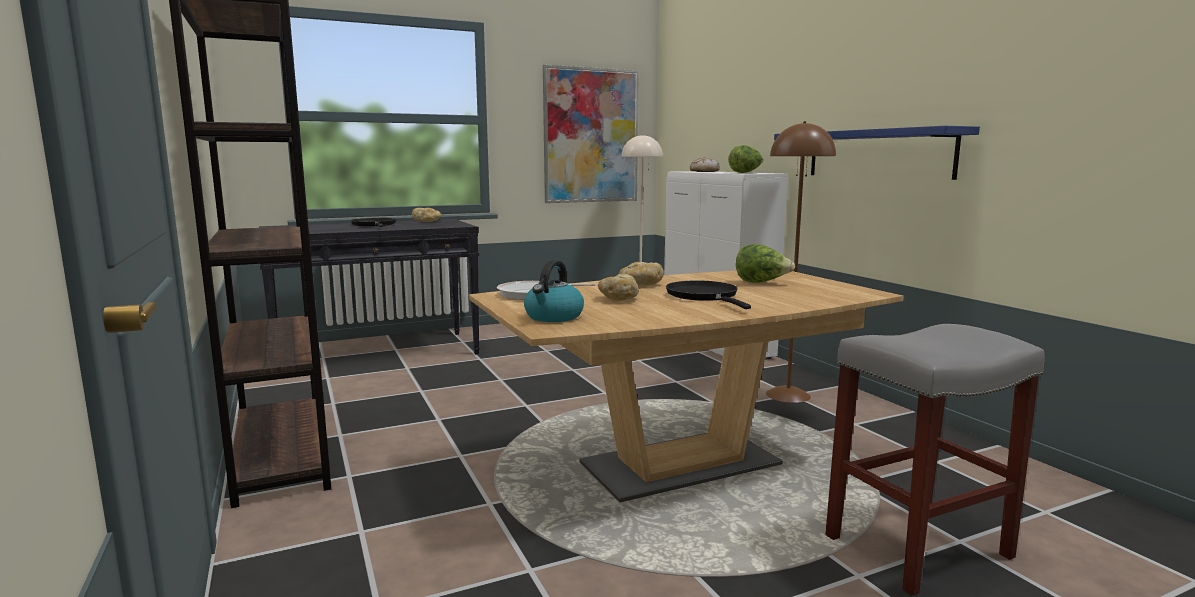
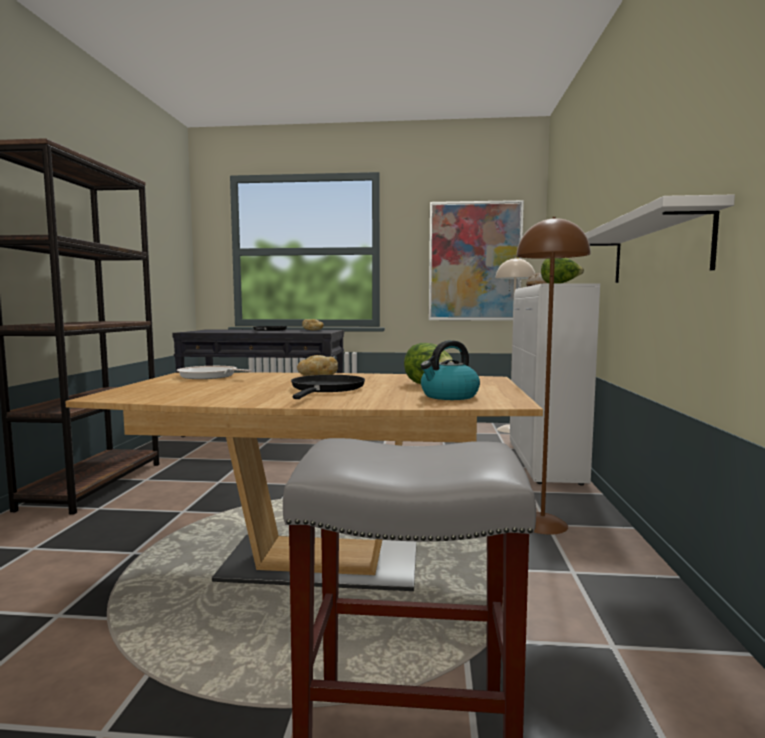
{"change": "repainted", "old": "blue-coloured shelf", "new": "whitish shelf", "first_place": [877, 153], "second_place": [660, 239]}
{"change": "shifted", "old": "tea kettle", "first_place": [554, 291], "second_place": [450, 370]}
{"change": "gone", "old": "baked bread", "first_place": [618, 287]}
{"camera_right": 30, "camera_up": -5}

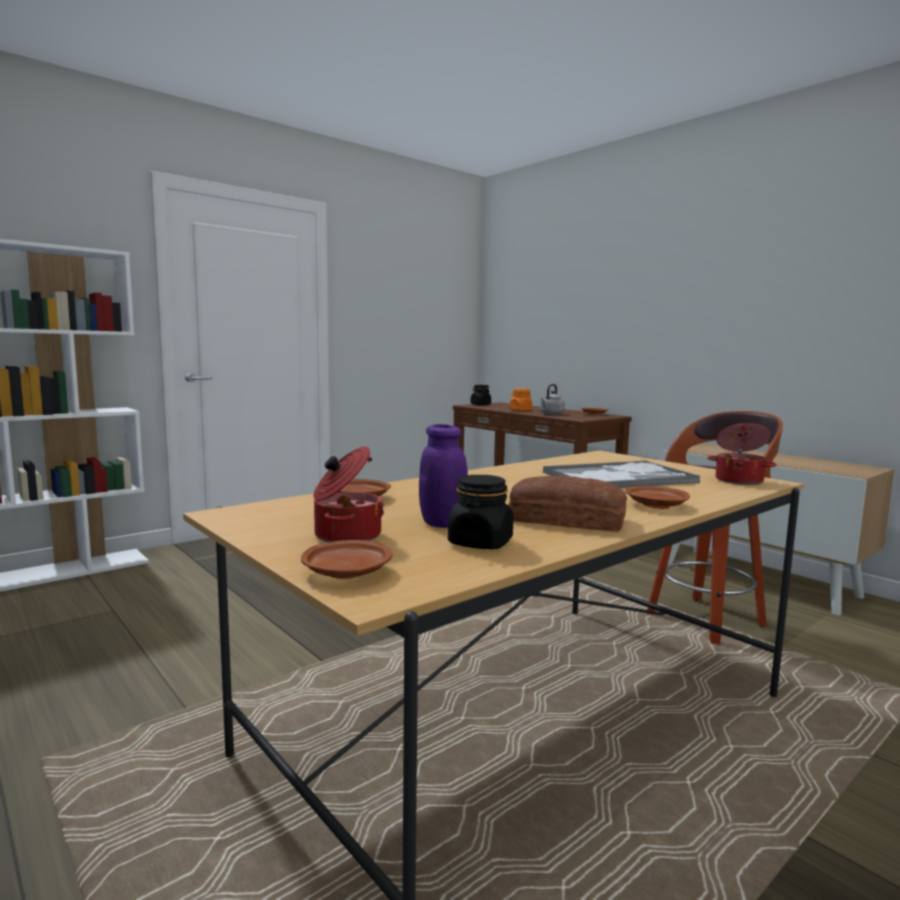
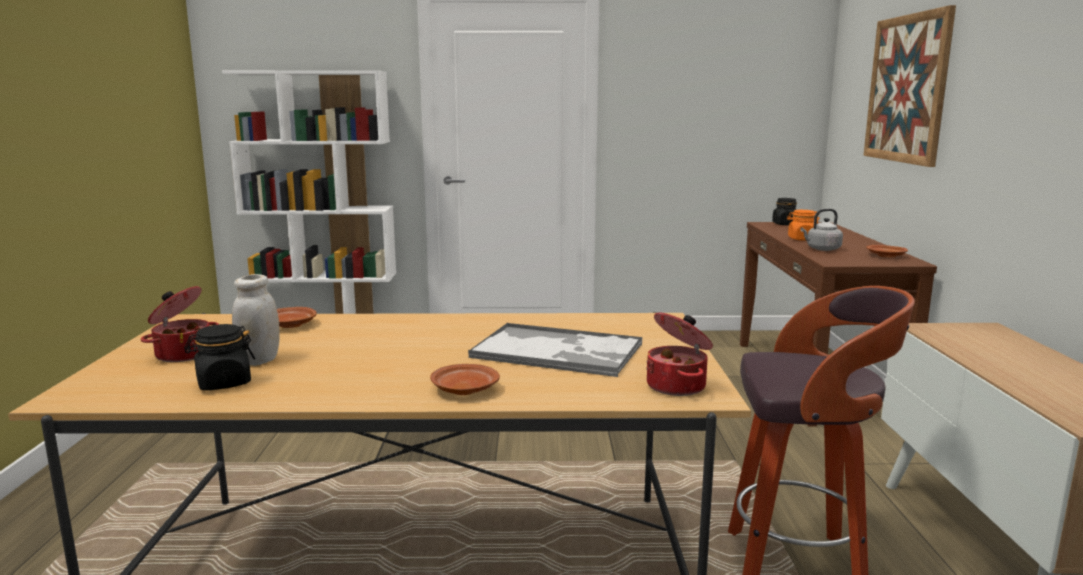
{"change": "repainted", "old": "purplish preserve jar", "new": "whitish preserve jar", "first_place": [443, 476], "second_place": [256, 320]}
{"change": "gone", "old": "baked bread", "first_place": [567, 504]}
{"change": "gone", "old": "brownish flat dish", "first_place": [347, 559]}
{"change": "new", "new": "picture", "second_place": [909, 86]}
{"camera_right": 40, "camera_up": 5}

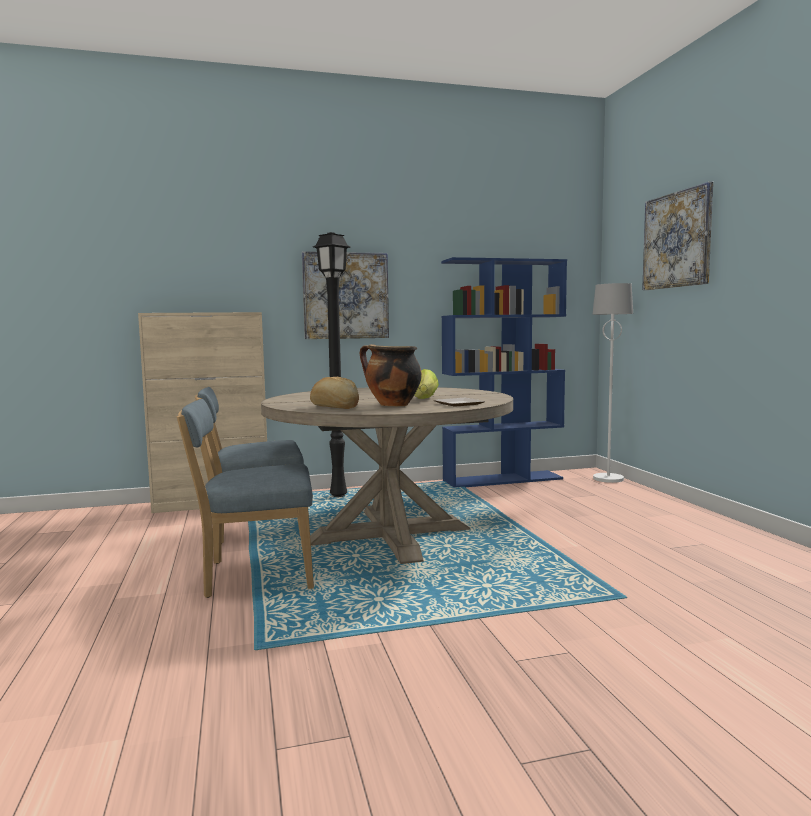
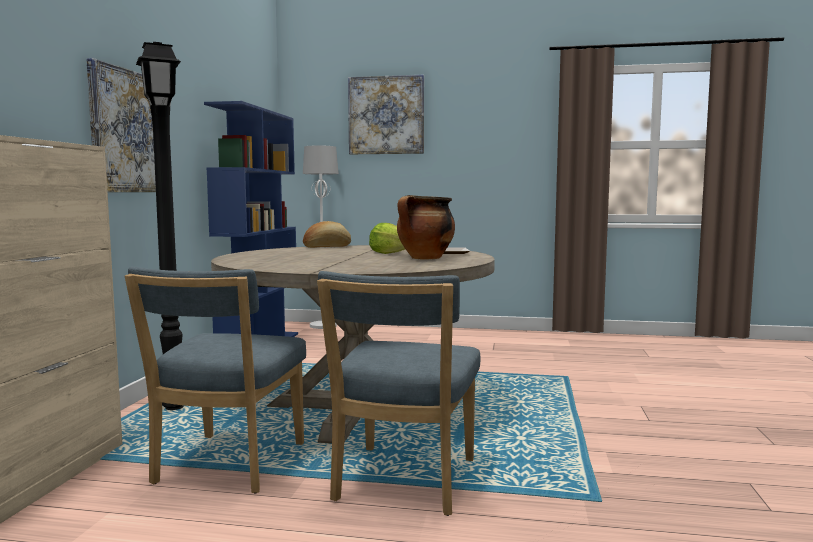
{"change": "shifted", "old": "baked bread", "first_place": [334, 393], "second_place": [327, 234]}
{"camera_right": -65, "camera_up": 0}

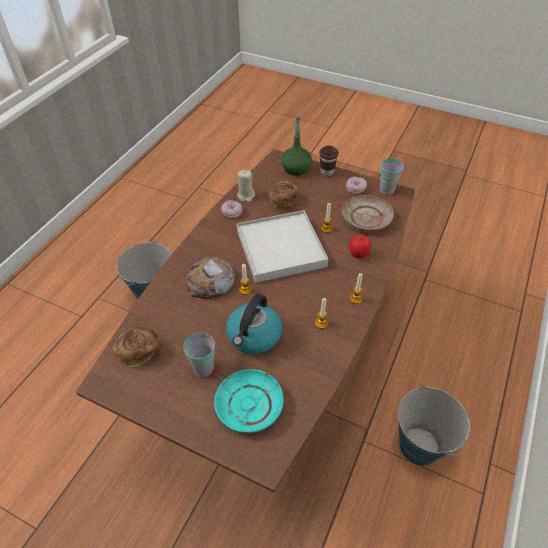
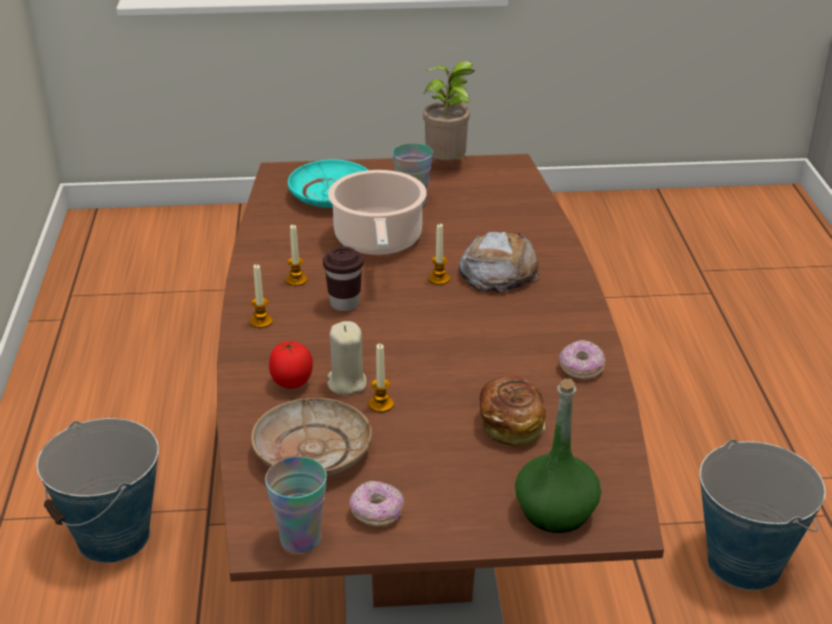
{"change": "shifted", "old": "brownish small cup", "first_place": [329, 161], "second_place": [343, 278]}
{"change": "shifted", "old": "beige candle", "first_place": [246, 186], "second_place": [347, 358]}
{"change": "gone", "old": "whitish tray", "first_place": [282, 246]}
{"change": "swapped", "old": "tea kettle", "new": "cooking pot", "first_place": [254, 324], "second_place": [377, 212]}
{"change": "gone", "old": "baked bread", "first_place": [136, 347]}
{"change": "new", "new": "houseplant", "second_place": [449, 110]}
{"camera_right": 150, "camera_up": -15}

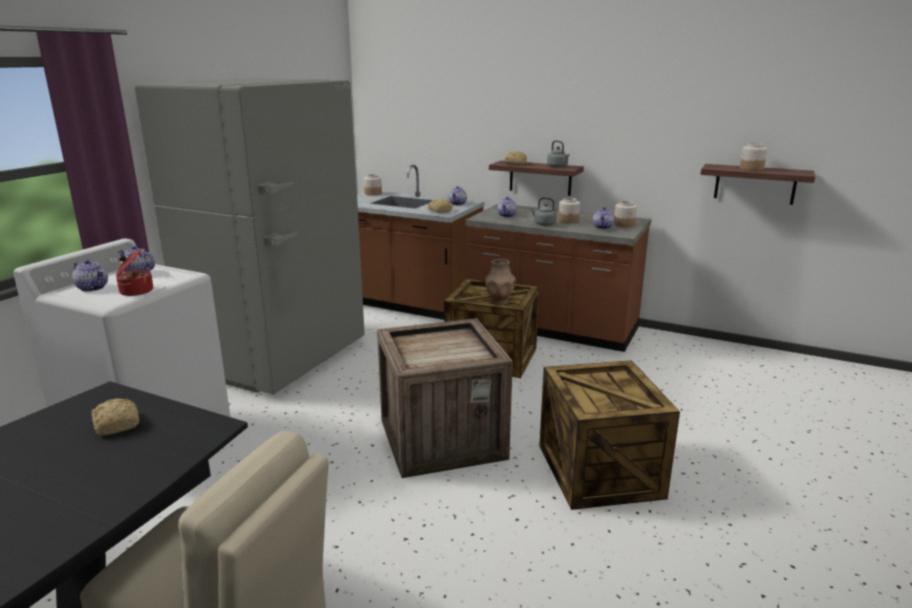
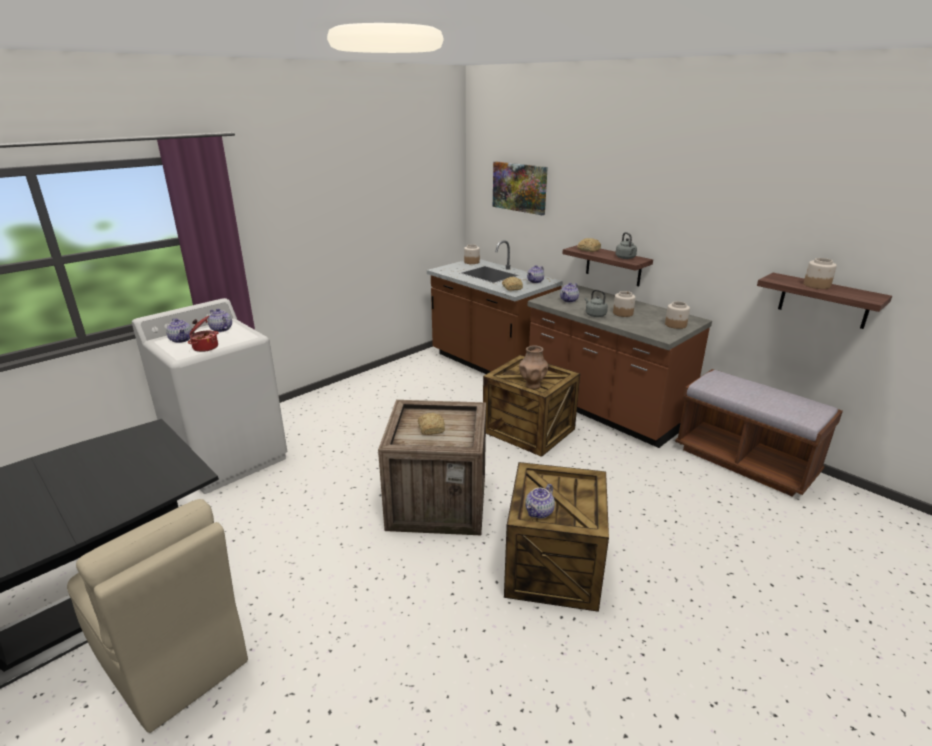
{"change": "gone", "old": "grey fridge", "first_place": [250, 236]}
{"change": "shifted", "old": "teapot", "first_place": [603, 218], "second_place": [540, 501]}
{"change": "shifted", "old": "baked bread", "first_place": [115, 417], "second_place": [431, 424]}
{"change": "new", "new": "picture", "second_place": [520, 188]}
{"change": "new", "new": "brownish indoor bench", "second_place": [759, 433]}
{"camera_right": 20, "camera_up": 5}

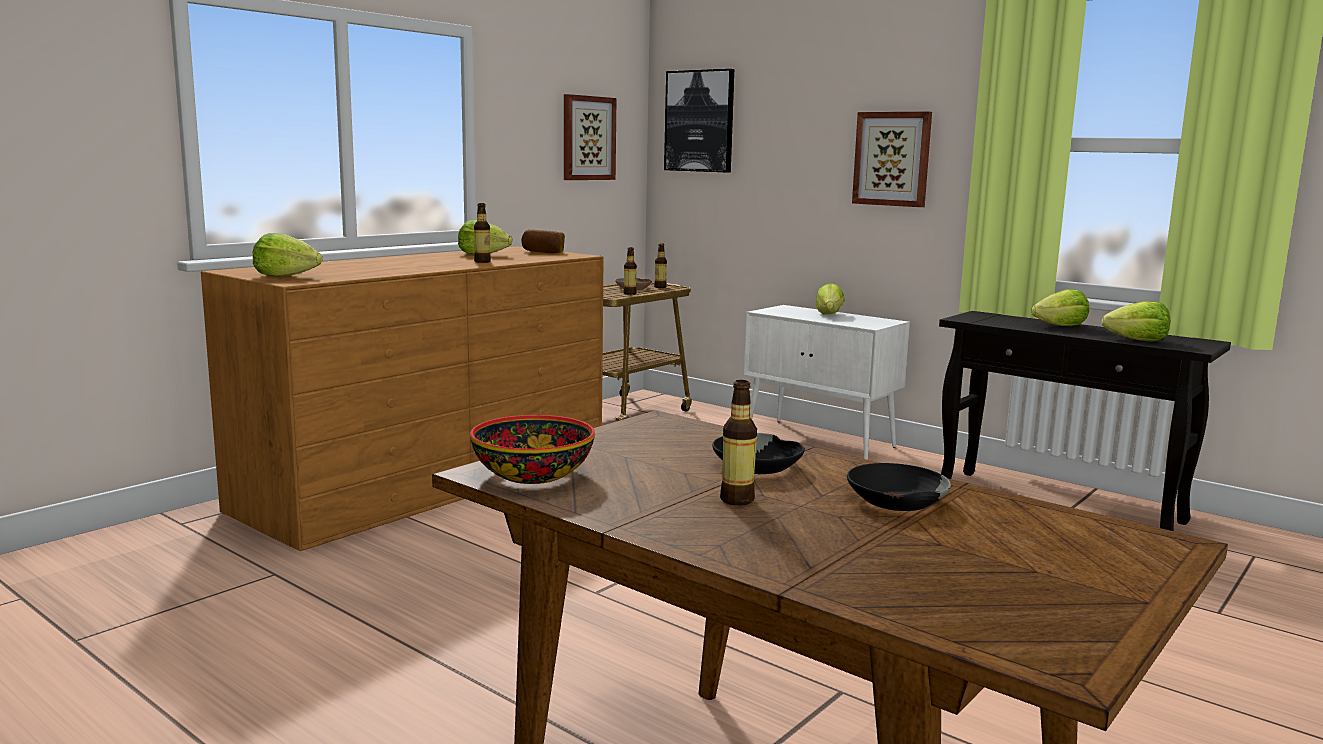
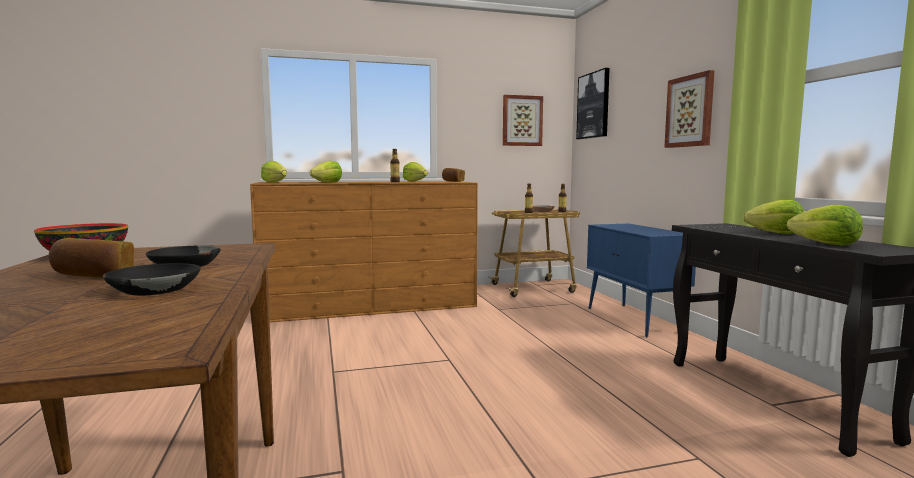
{"change": "shifted", "old": "head of lettuce", "first_place": [830, 299], "second_place": [326, 172]}
{"change": "repainted", "old": "whitish storage cabinet", "new": "blue-coloured storage cabinet", "first_place": [827, 382], "second_place": [641, 280]}
{"change": "swapped", "old": "drink bottle", "new": "baked bread", "first_place": [738, 442], "second_place": [91, 258]}
{"camera_right": 35, "camera_up": -5}

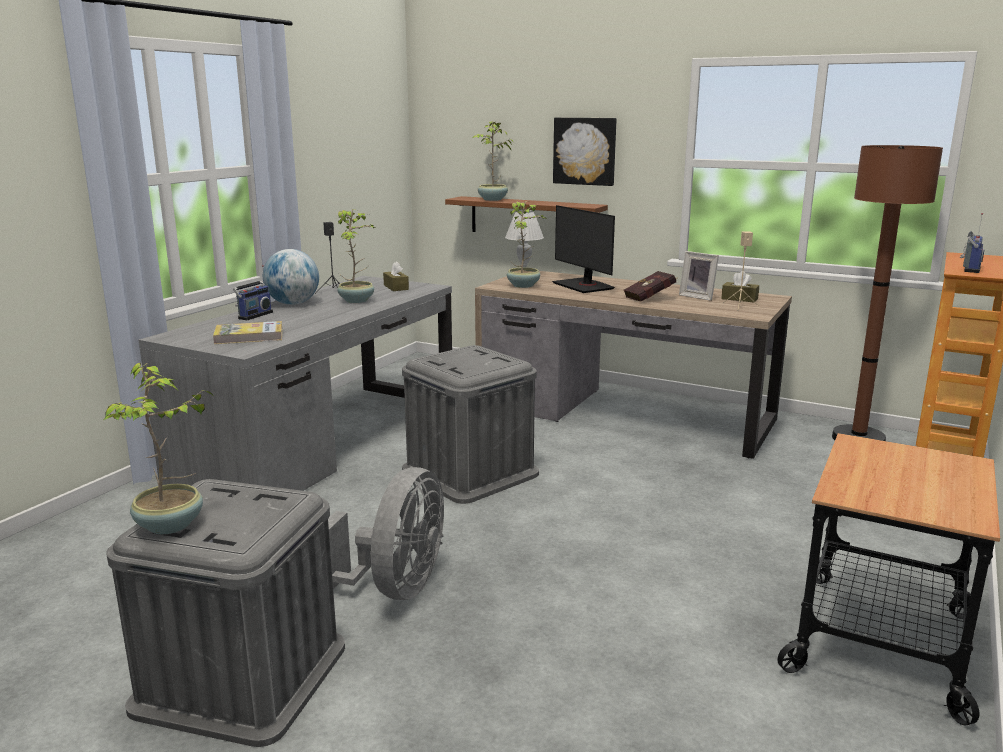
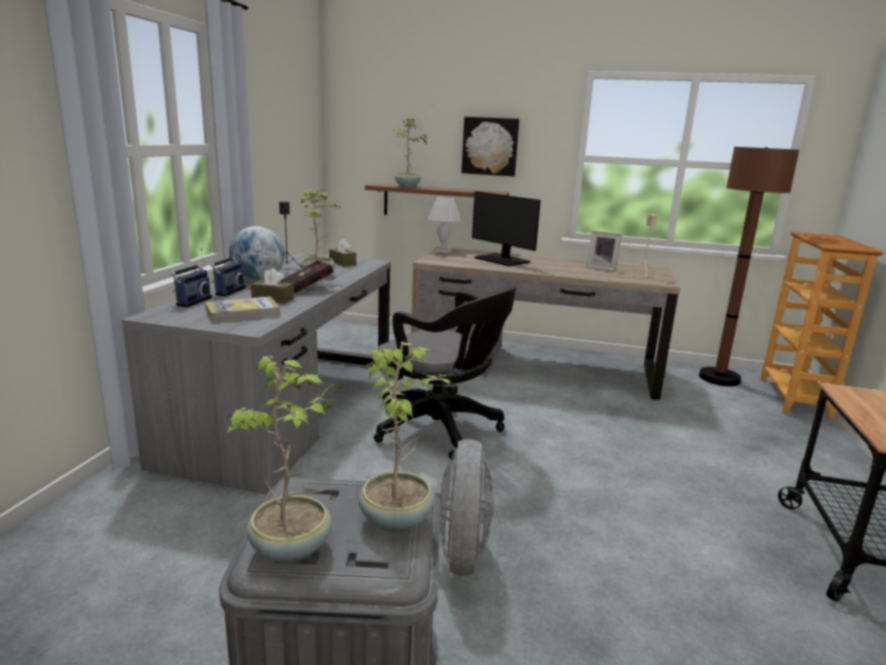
{"change": "shifted", "old": "houseplant", "first_place": [527, 244], "second_place": [406, 437]}
{"change": "shifted", "old": "radio set", "first_place": [972, 243], "second_place": [191, 277]}
{"change": "shifted", "old": "red volume", "first_place": [651, 286], "second_place": [308, 276]}
{"change": "shifted", "old": "brownish box of tissues", "first_place": [740, 286], "second_place": [272, 285]}
{"change": "swapped", "old": "grey storage bin", "new": "blackish office chair", "first_place": [470, 424], "second_place": [445, 373]}
{"camera_right": -15, "camera_up": 0}

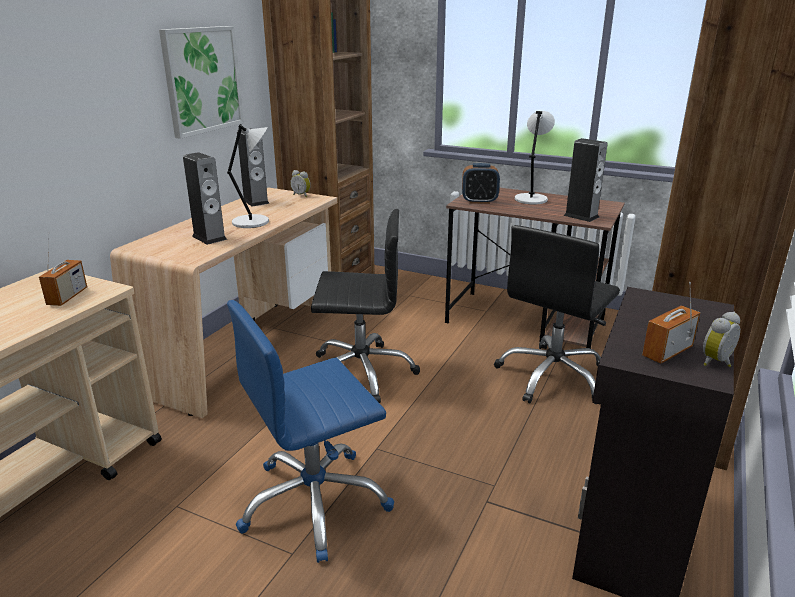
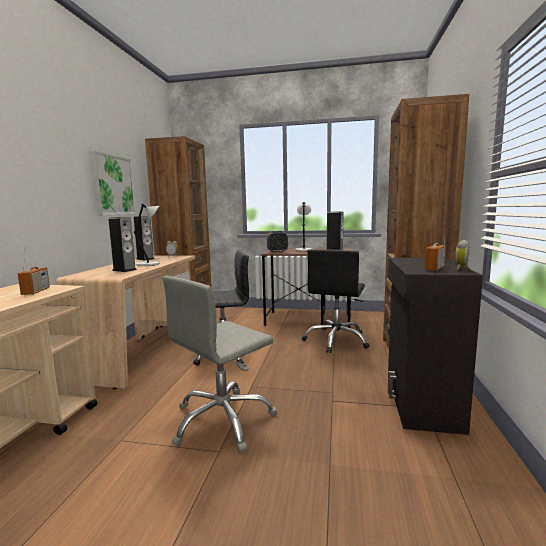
{"change": "repainted", "old": "blue-coloured office chair", "new": "grey office chair", "first_place": [310, 431], "second_place": [219, 364]}
{"camera_right": -15, "camera_up": -15}

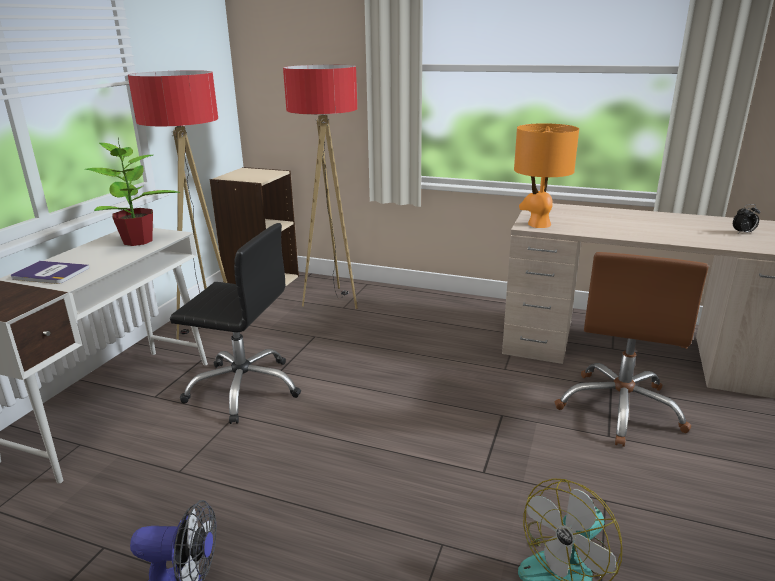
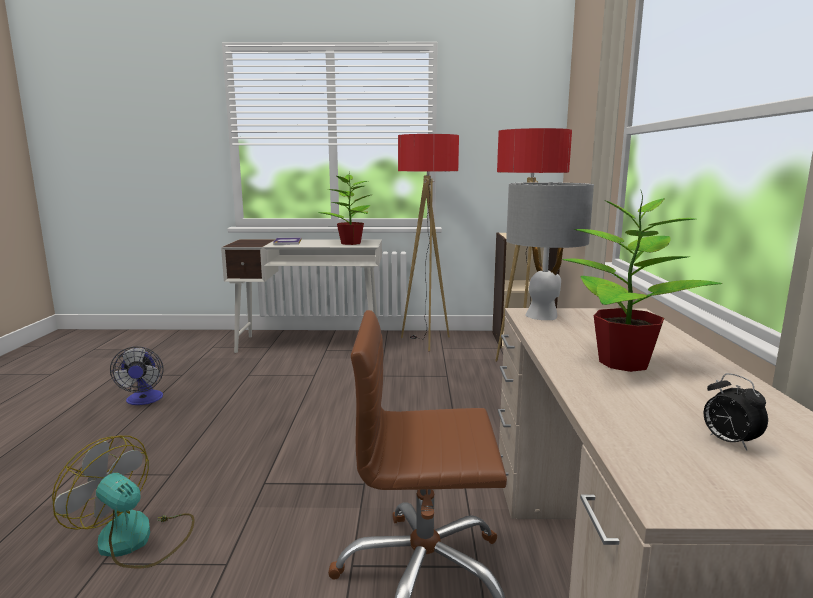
{"change": "repainted", "old": "orangey tabletop lamp", "new": "grey tabletop lamp", "first_place": [546, 175], "second_place": [550, 251]}
{"change": "gone", "old": "blackish office chair", "first_place": [235, 323]}
{"change": "new", "new": "houseplant", "second_place": [642, 280]}
{"camera_right": 70, "camera_up": -10}

